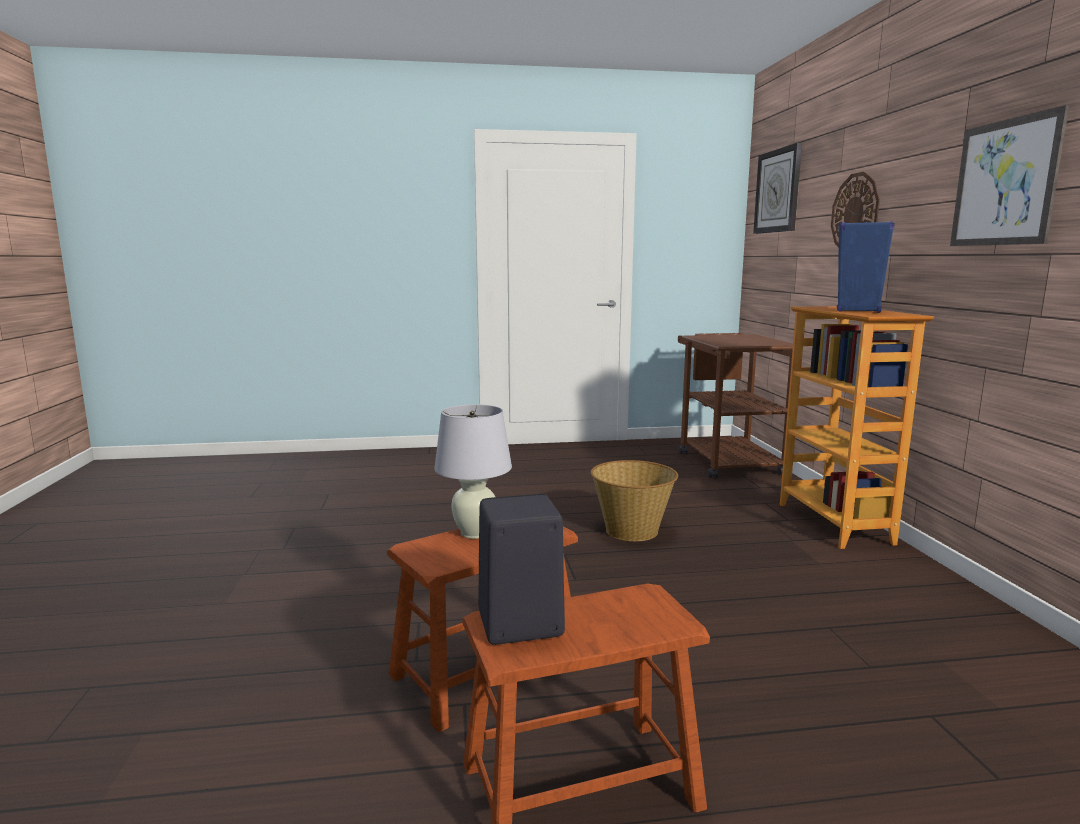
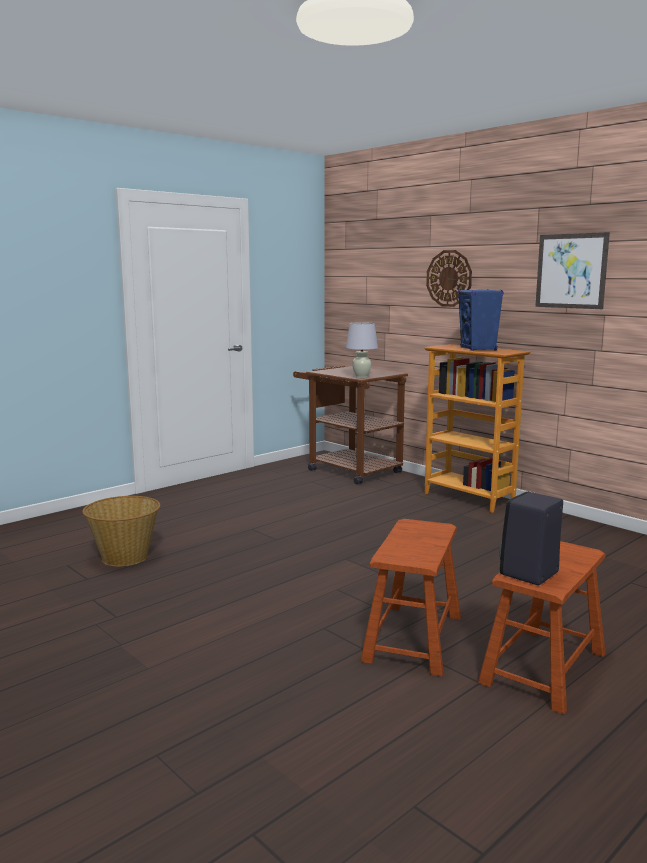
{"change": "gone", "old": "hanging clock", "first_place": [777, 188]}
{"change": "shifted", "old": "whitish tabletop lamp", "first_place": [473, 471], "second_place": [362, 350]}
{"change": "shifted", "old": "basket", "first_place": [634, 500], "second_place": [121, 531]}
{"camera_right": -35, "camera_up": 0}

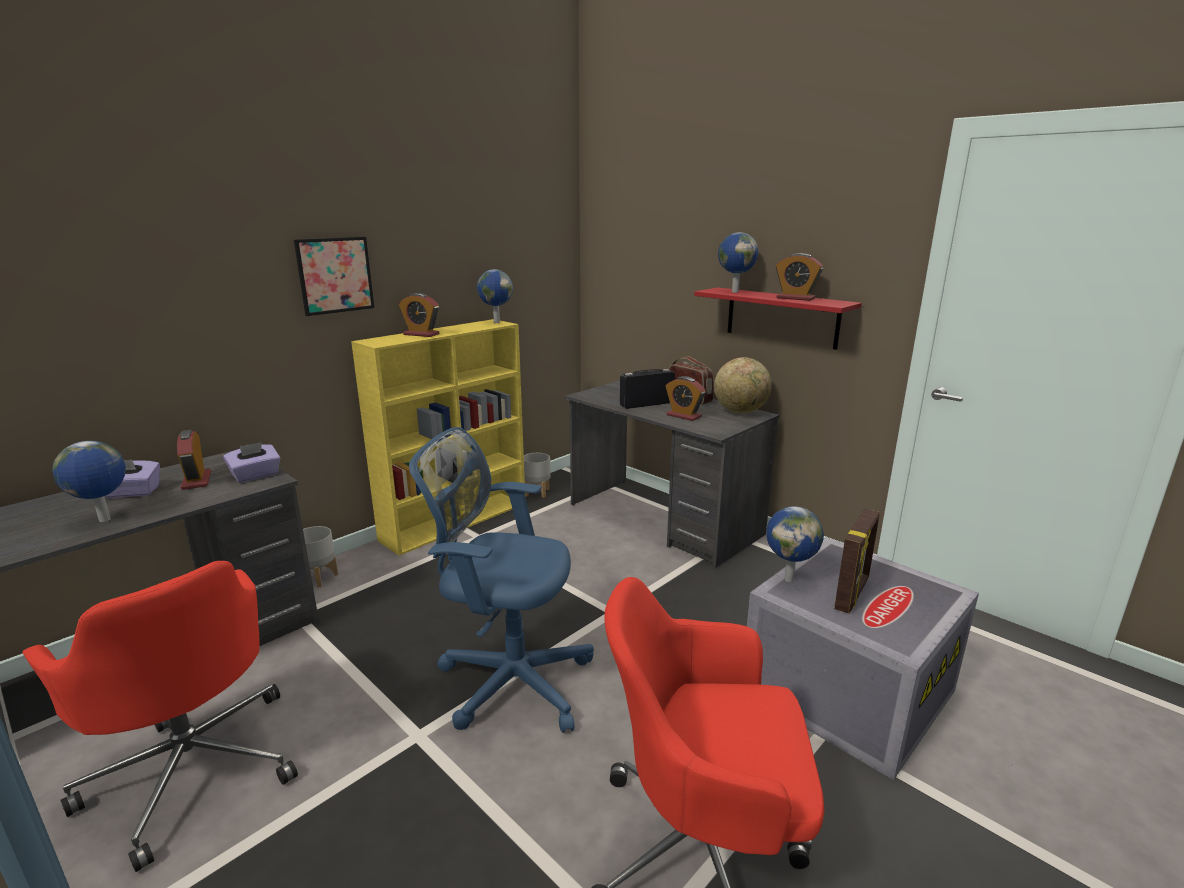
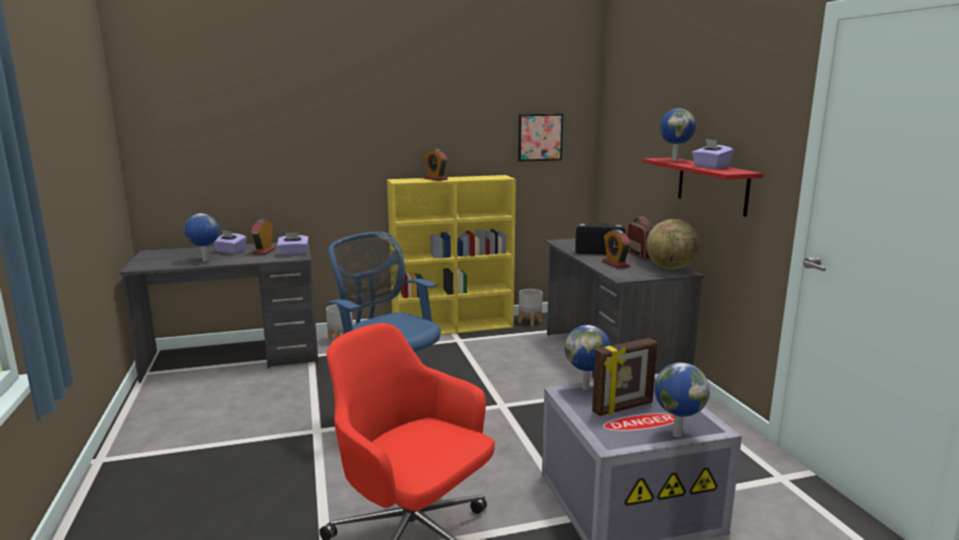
{"change": "shifted", "old": "picture", "first_place": [334, 276], "second_place": [540, 138]}
{"change": "swapped", "old": "alarm clock", "new": "purplish box of tissues", "first_place": [799, 277], "second_place": [713, 154]}
{"change": "shifted", "old": "world globe", "first_place": [495, 296], "second_place": [682, 400]}
{"change": "gone", "old": "red office chair", "first_place": [160, 716]}
{"camera_right": 30, "camera_up": -5}

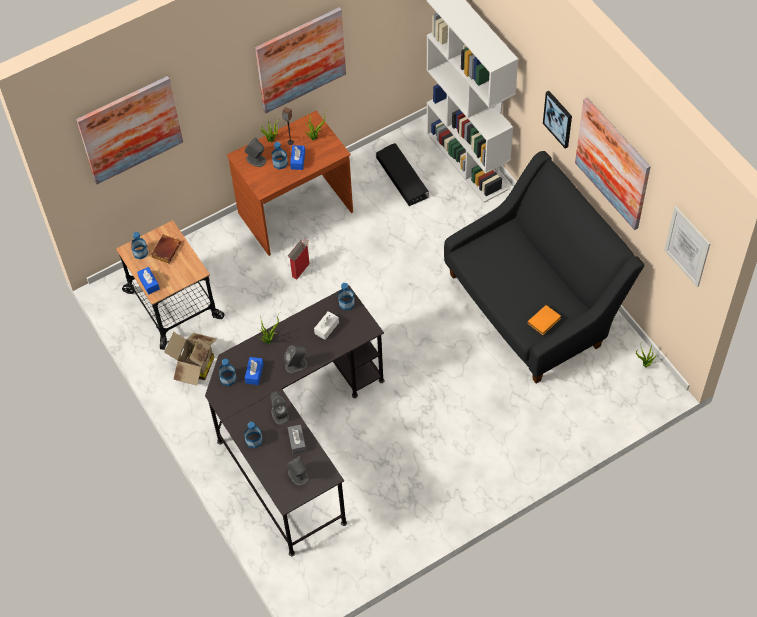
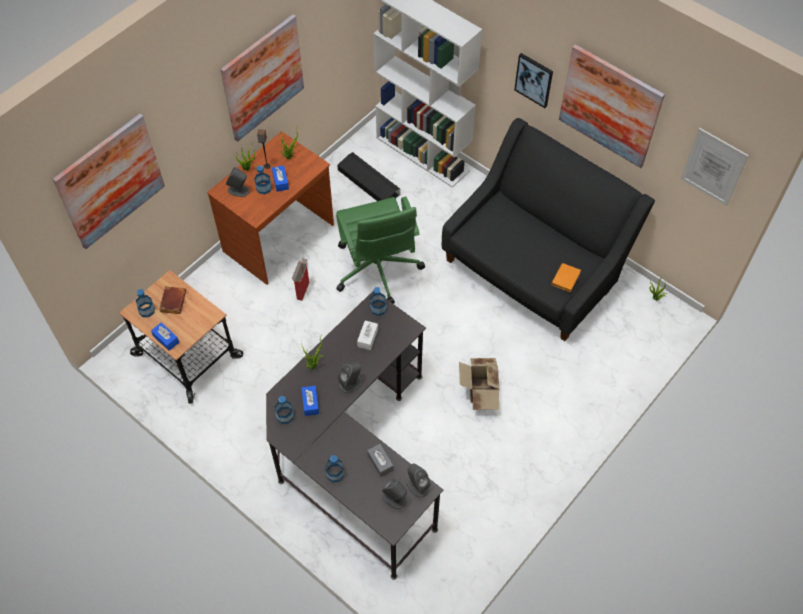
{"change": "shifted", "old": "packing box", "first_place": [190, 359], "second_place": [479, 384]}
{"change": "shifted", "old": "grey speaker", "first_place": [280, 408], "second_place": [419, 480]}
{"change": "new", "new": "green-coloured office chair", "second_place": [380, 250]}
{"camera_right": -20, "camera_up": 0}

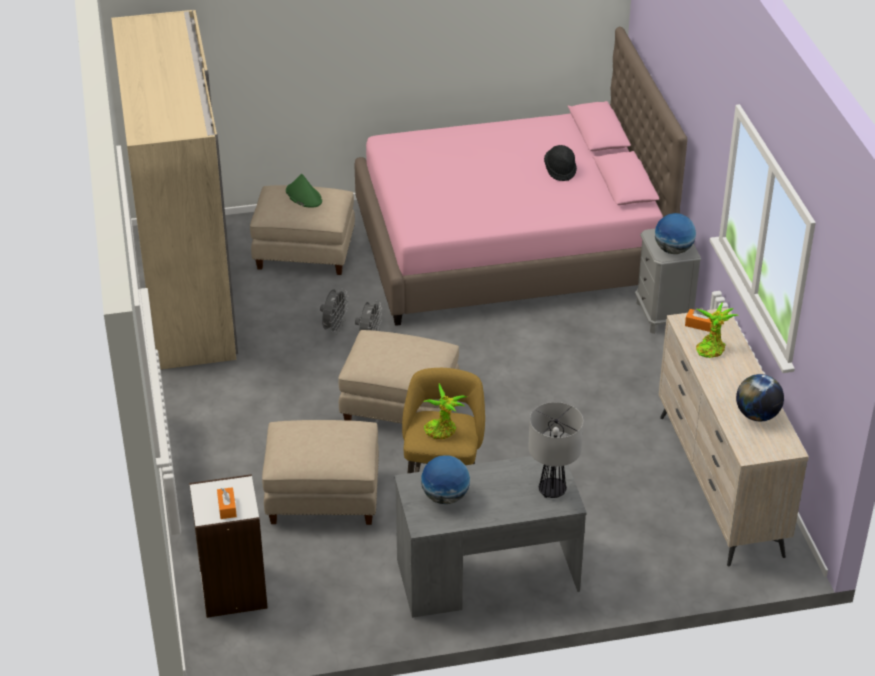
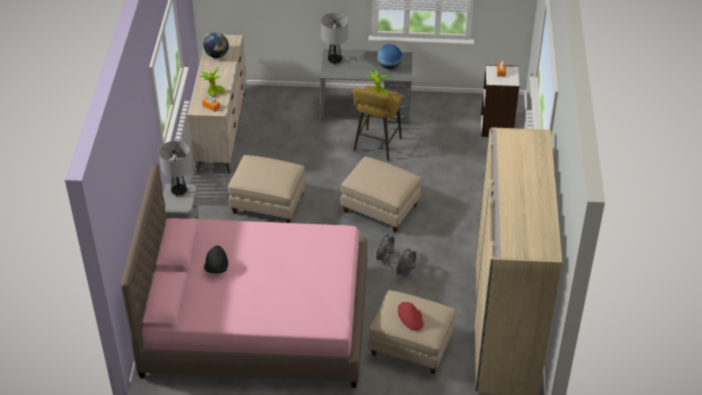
{"change": "repainted", "old": "green-coloured clothing hat", "new": "red clothing hat", "first_place": [304, 191], "second_place": [411, 316]}
{"change": "swapped", "old": "world globe", "new": "tabletop lamp", "first_place": [675, 233], "second_place": [175, 168]}
{"change": "shifted", "old": "beige ottoman", "first_place": [320, 472], "second_place": [267, 189]}
{"camera_right": -165, "camera_up": 5}

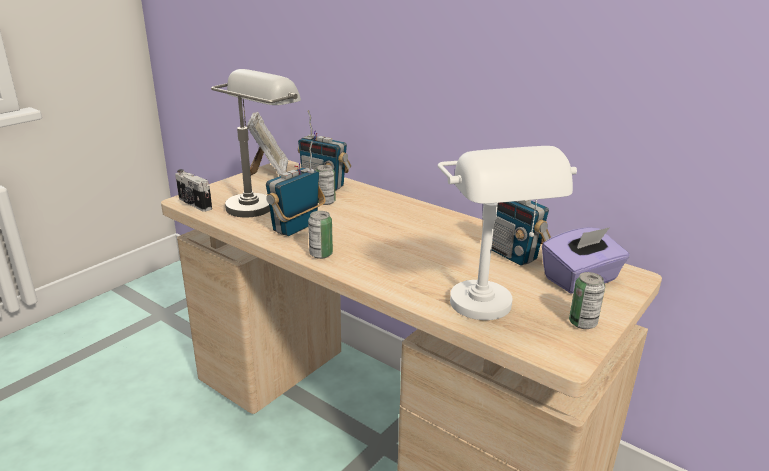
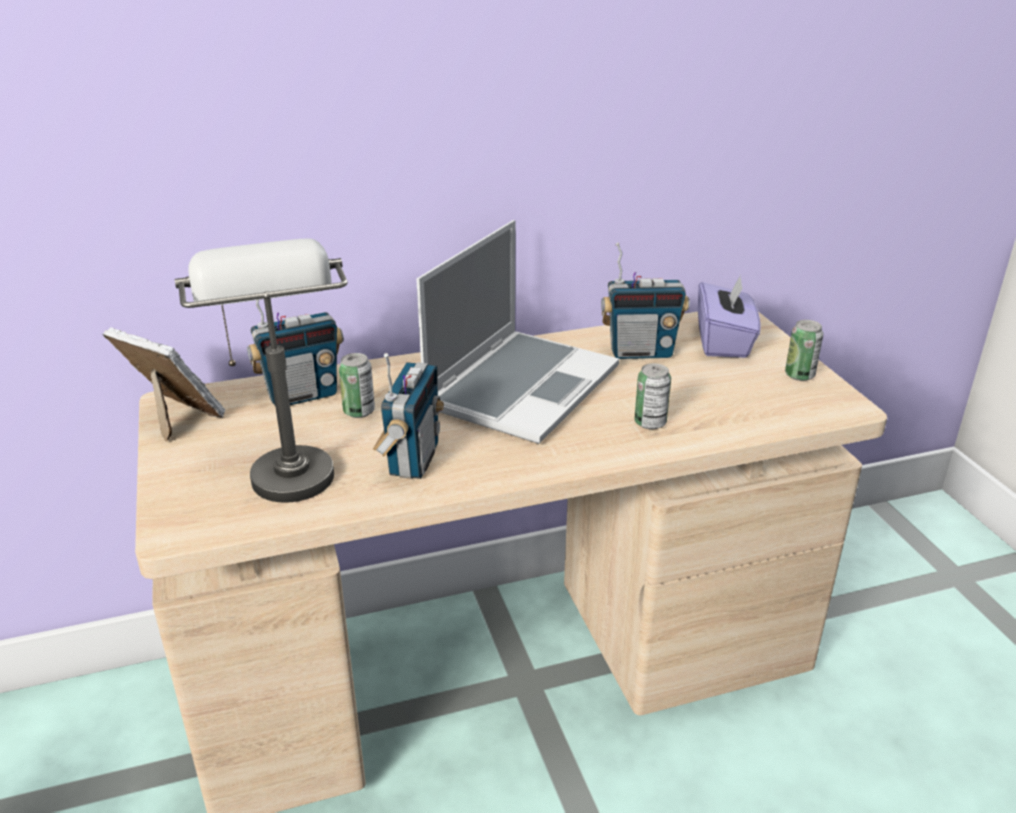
{"change": "rotated", "old": "radio set", "first_place": [296, 188], "second_place": [408, 416], "degrees": -150}
{"change": "gone", "old": "whitish tabletop lamp", "first_place": [507, 233]}
{"change": "gone", "old": "still camera", "first_place": [193, 190]}
{"change": "shifted", "old": "sealed can", "first_place": [320, 235], "second_place": [652, 396]}
{"change": "new", "new": "notebook computer", "second_place": [517, 332]}
{"camera_right": -55, "camera_up": 5}

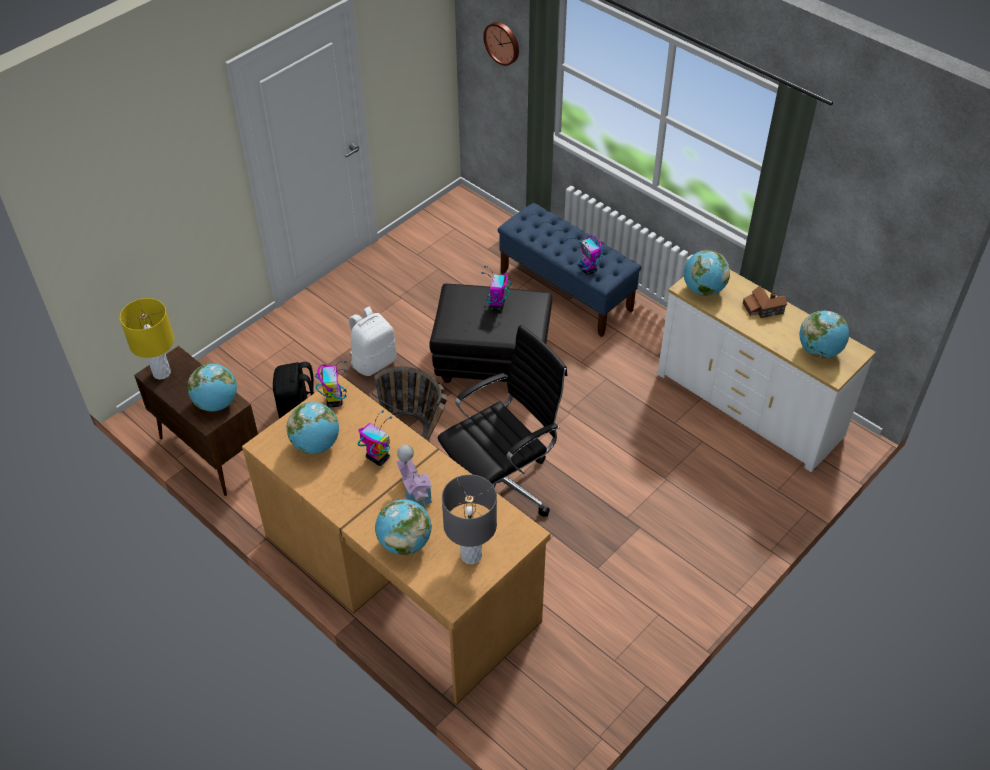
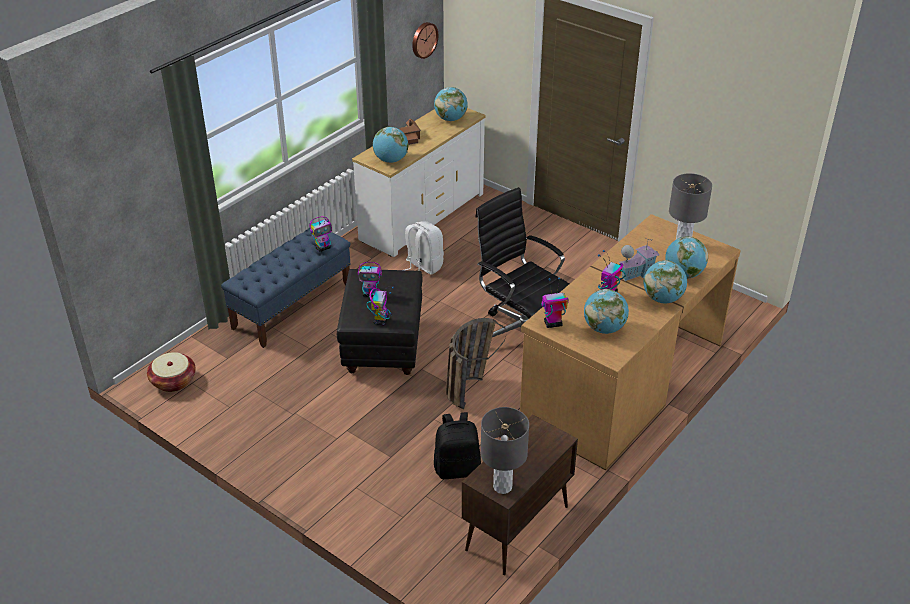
{"change": "shifted", "old": "hanging clock", "first_place": [501, 44], "second_place": [425, 40]}
{"change": "repainted", "old": "yellow tabletop lamp", "new": "grey tabletop lamp", "first_place": [147, 339], "second_place": [505, 450]}
{"change": "shifted", "old": "whitish knapsack", "first_place": [373, 341], "second_place": [424, 248]}
{"change": "shifted", "old": "world globe", "first_place": [212, 387], "second_place": [665, 282]}
{"change": "new", "new": "toy robot", "second_place": [380, 306]}
{"change": "new", "new": "basket", "second_place": [171, 372]}
{"camera_right": -95, "camera_up": -10}

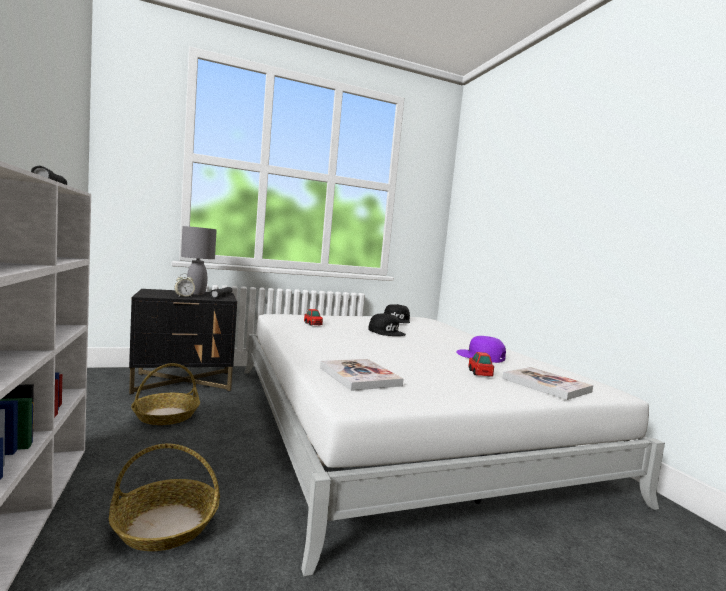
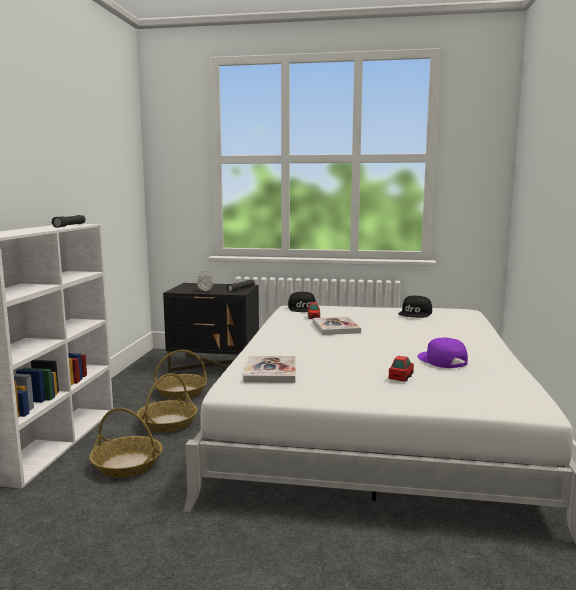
{"change": "gone", "old": "grey tabletop lamp", "first_place": [199, 260]}
{"change": "shifted", "old": "blackish cap", "first_place": [387, 324], "second_place": [302, 302]}
{"change": "shifted", "old": "volume", "first_place": [547, 383], "second_place": [337, 326]}
{"change": "new", "new": "basket", "second_place": [167, 402]}
{"camera_right": 30, "camera_up": 5}

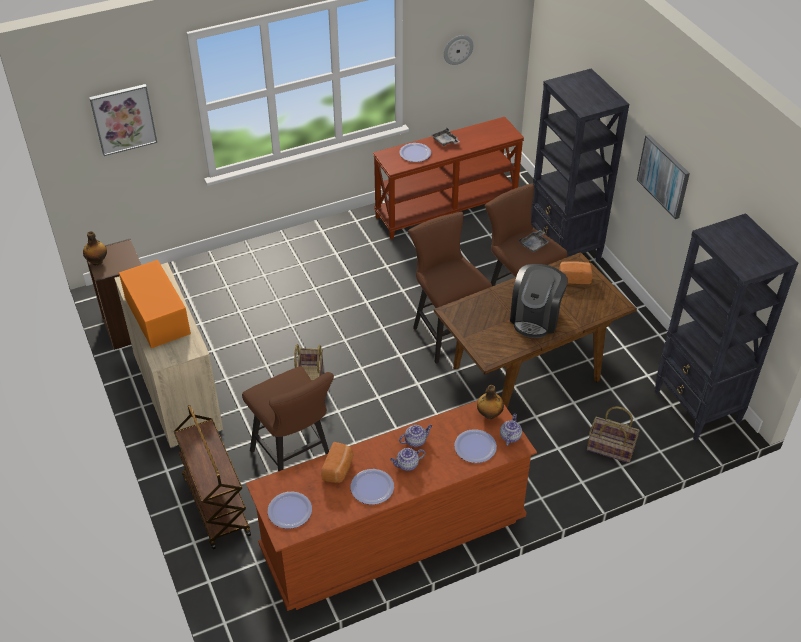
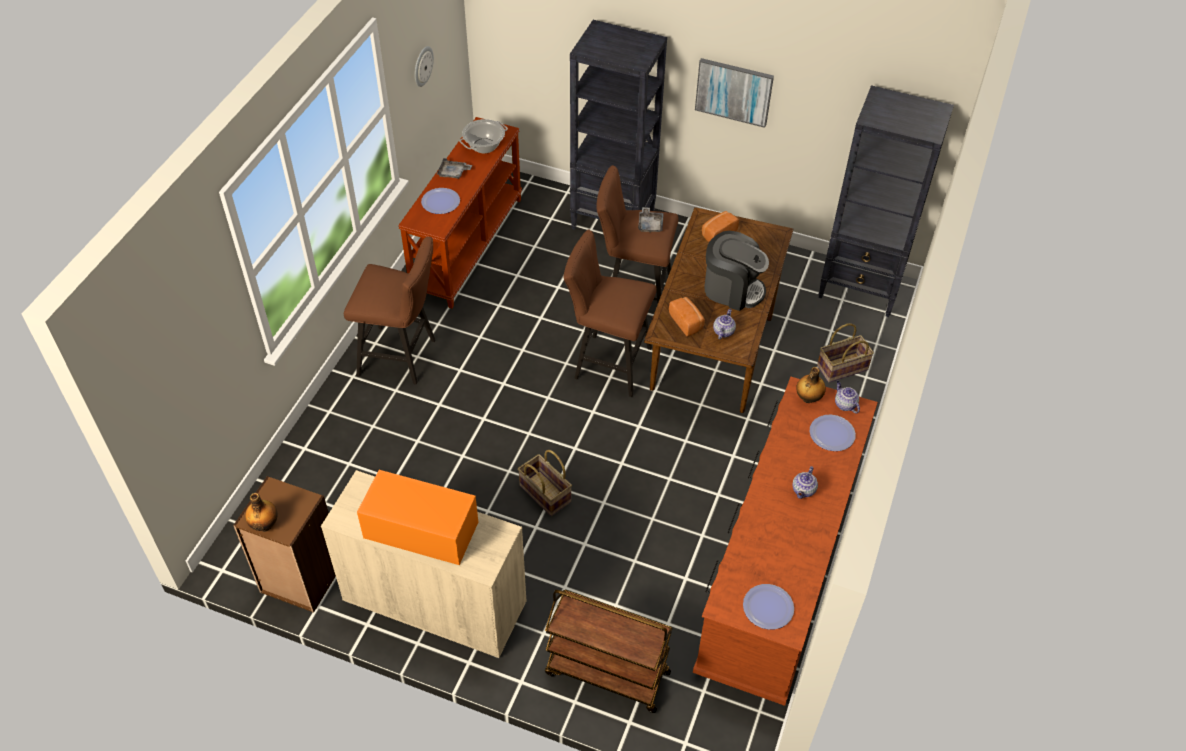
{"change": "gone", "old": "picture", "first_place": [123, 120]}
{"change": "rotated", "old": "coffee machine", "first_place": [539, 301], "second_place": [736, 271], "degrees": -45}
{"change": "shifted", "old": "brownish sitting stool", "first_place": [288, 418], "second_place": [390, 311]}
{"change": "shifted", "old": "teapot", "first_place": [415, 436], "second_place": [724, 324]}
{"change": "shifted", "old": "baked bread", "first_place": [337, 462], "second_place": [687, 317]}
{"change": "gone", "old": "flat dish", "first_place": [372, 487]}
{"change": "new", "new": "cooking pot", "second_place": [483, 136]}
{"camera_right": -45, "camera_up": 5}

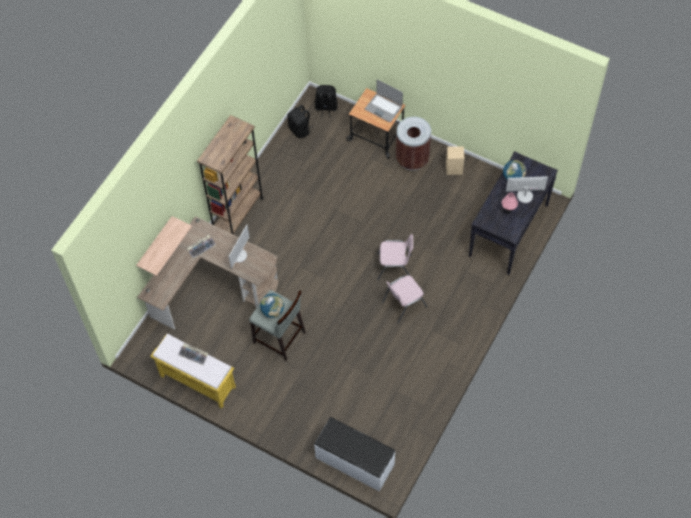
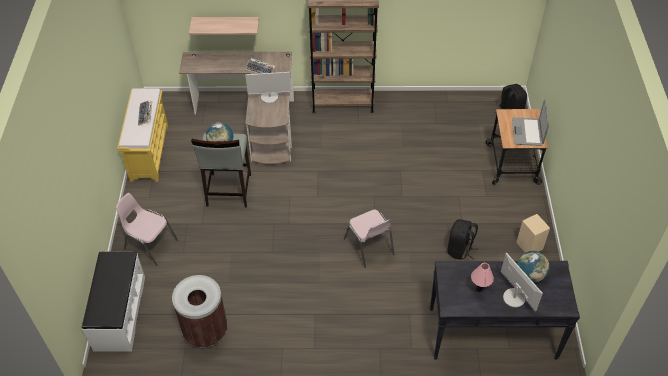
{"change": "shifted", "old": "blackish knapsack", "first_place": [300, 121], "second_place": [463, 239]}
{"change": "shifted", "old": "brownish trash can", "first_place": [413, 144], "second_place": [200, 311]}
{"change": "shifted", "old": "pinkish chair", "first_place": [405, 299], "second_place": [147, 229]}
{"camera_right": 60, "camera_up": -10}

